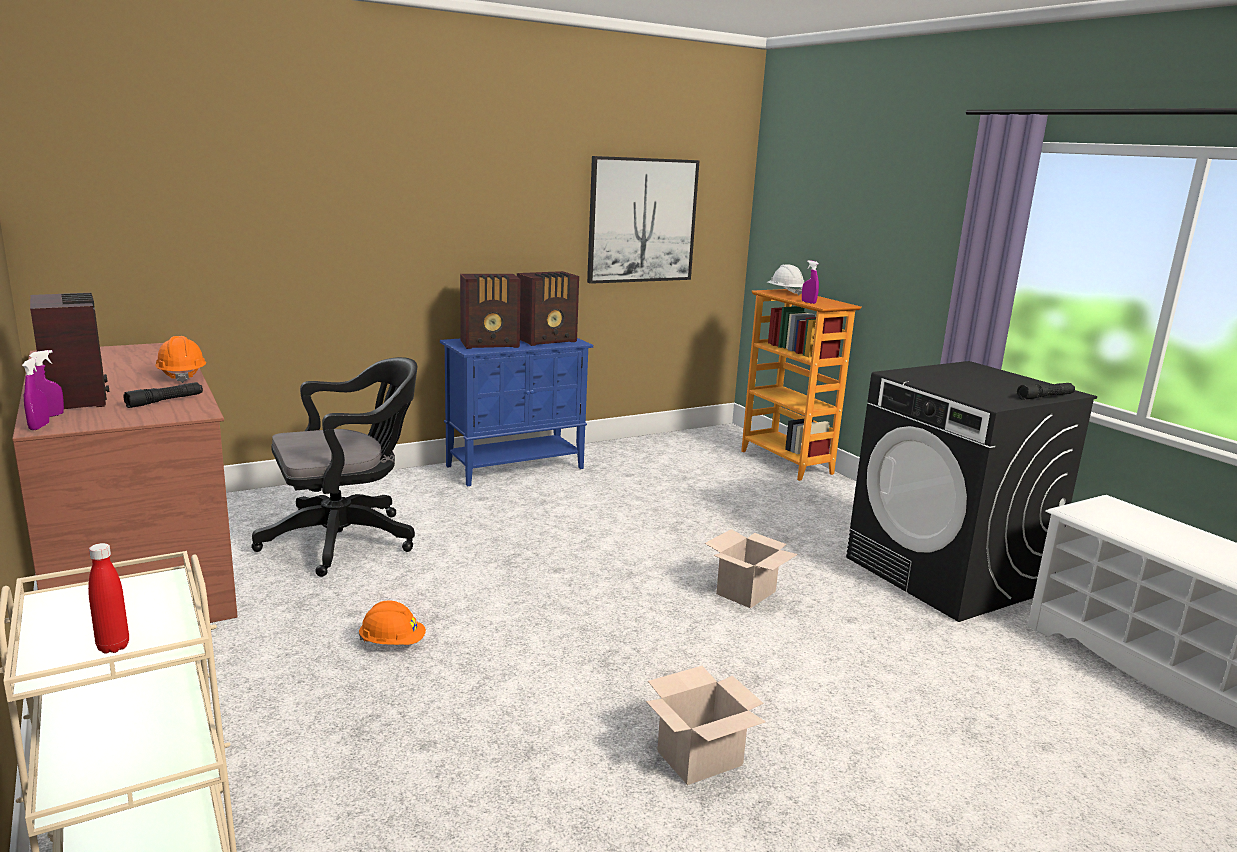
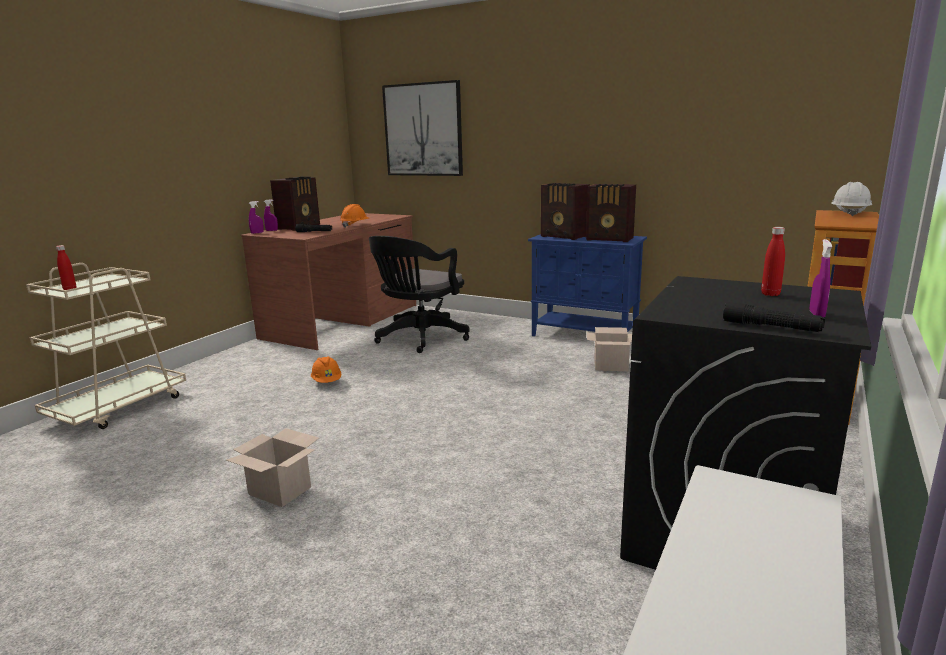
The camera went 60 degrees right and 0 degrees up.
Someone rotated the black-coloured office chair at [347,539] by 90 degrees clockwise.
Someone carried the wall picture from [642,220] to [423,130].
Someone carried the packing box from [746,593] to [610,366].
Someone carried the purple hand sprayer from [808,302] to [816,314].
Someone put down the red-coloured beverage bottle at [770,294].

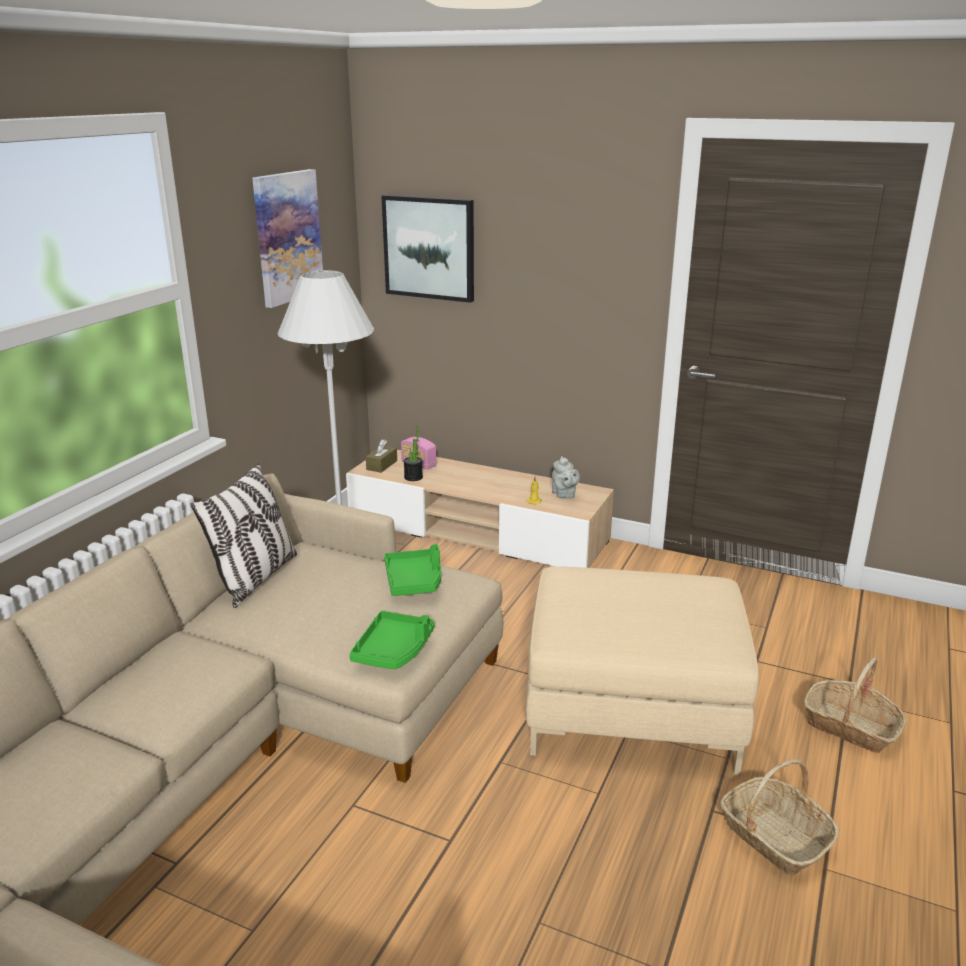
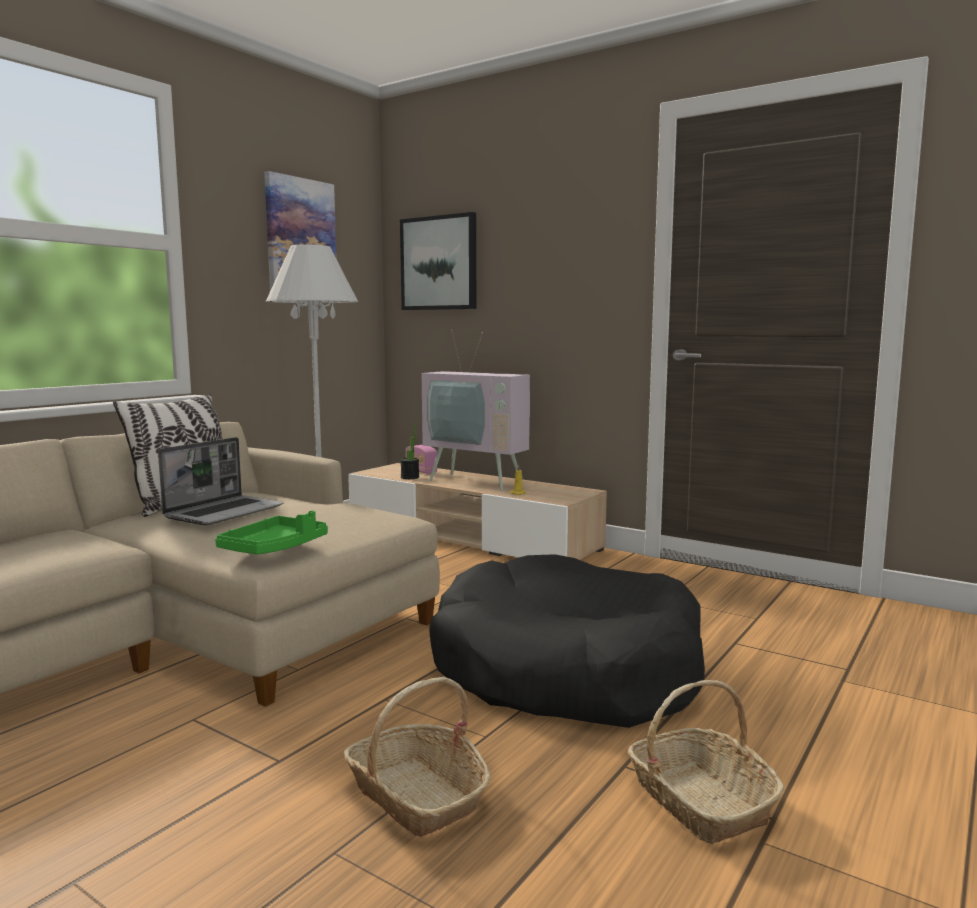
The camera went 10 degrees right and 15 degrees down.
Someone took away the brownish box of tissues at [382,465].
Someone took away the greenish tray at [414,581].
Someone swapped the beige footrest at [632,710] for the black-coloured dog bed at [565,670].
Someone took away the gray pot for tea at [564,495].
Someone carried the household basket from [850,726] to [417,795].
Someone put down the portable computer at [225,512].
Someone put down the TV set at [480,480].

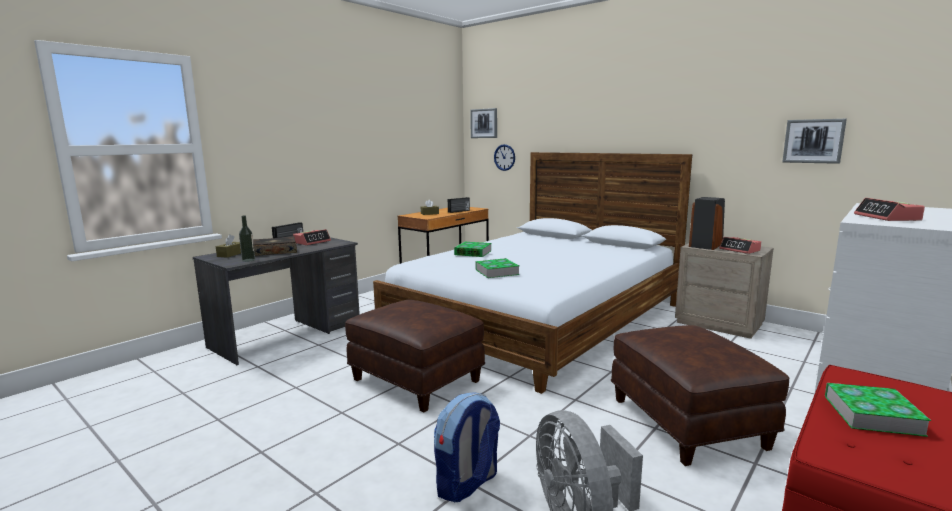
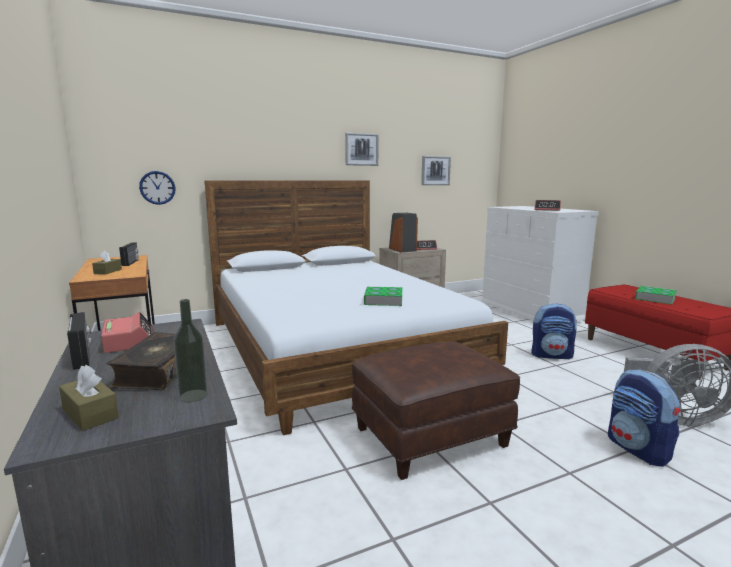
The camera went 65 degrees left and 0 degrees up.
Someone took away the book at [473,253].
Someone carried the wall picture from [484,123] to [361,149].
Someone swapped the brownish footrest at [689,423] for the backpack at [551,355].

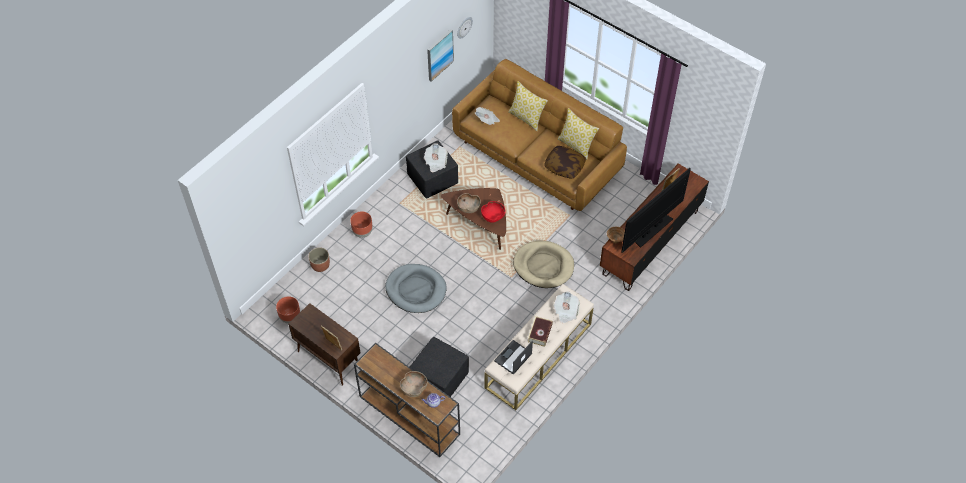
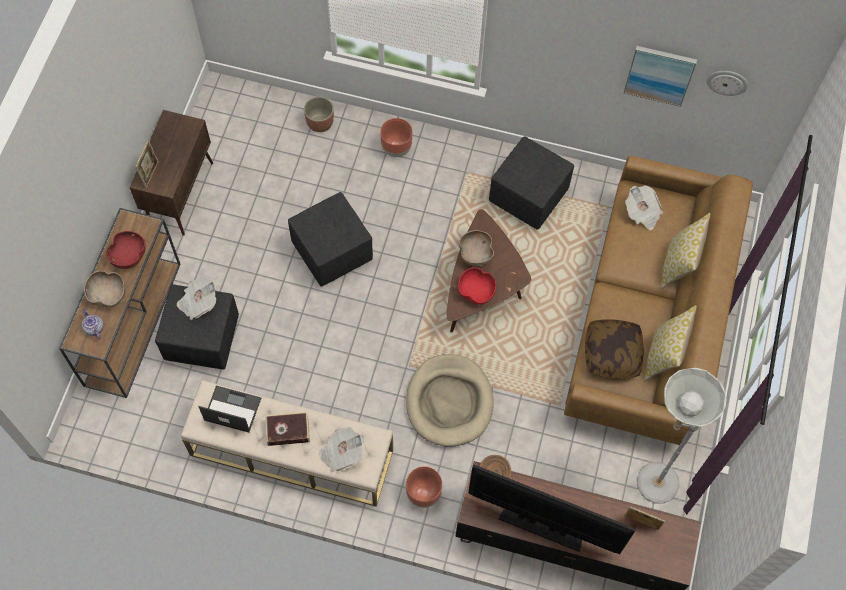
The camera went 65 degrees right and 10 degrees up.
Someone carried the brownish plant pot from [290,317] to [423,493].
Someone swapped the gray dog bed at [416,290] for the black-coloured footrest at [332,251].
Someone carried the daily paper from [435,162] to [198,303].
Someone put down the red-coloured bowl at [129,256].
Someone put down the gray floor lamp at [648,480].

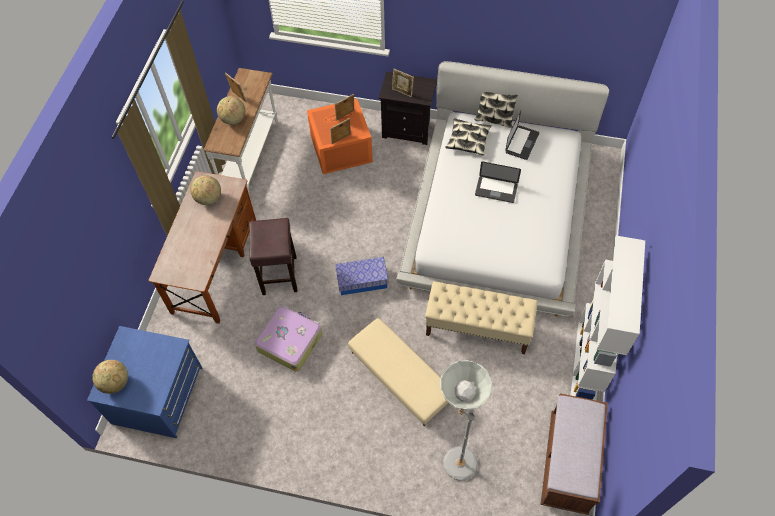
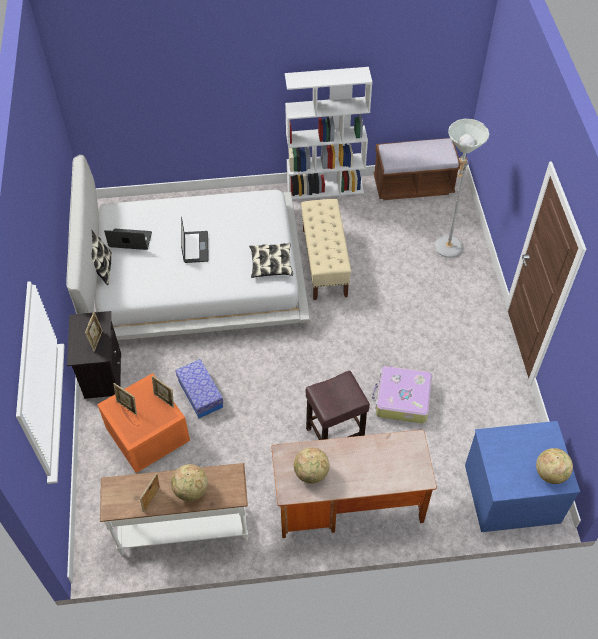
The camera went 110 degrees left and 5 degrees down.
Someone carried the storage box from [362,280] to [200,394].
Someone took away the beige footrest at [400,376].
Someone carried the pillow from [468,140] to [271,264].

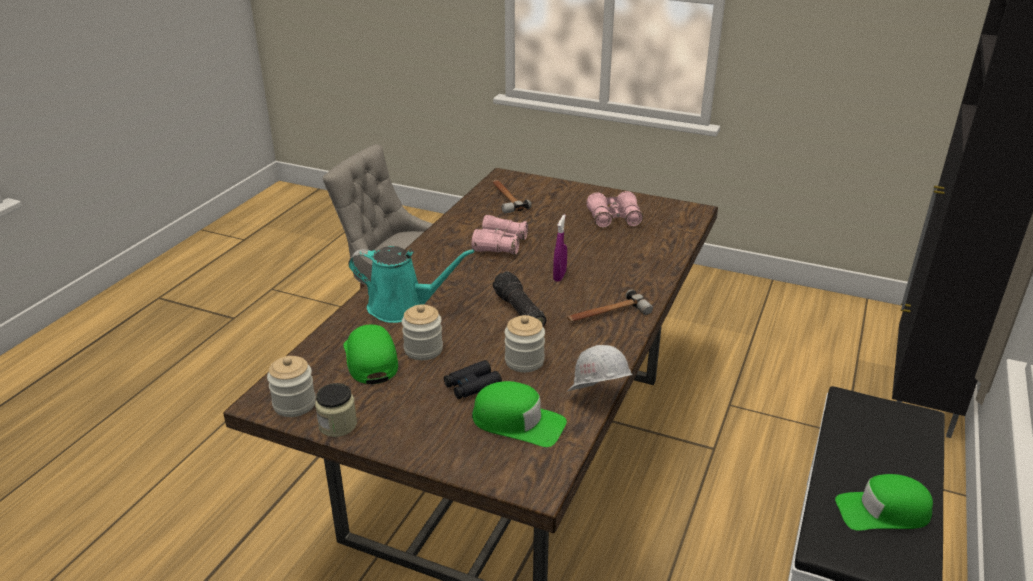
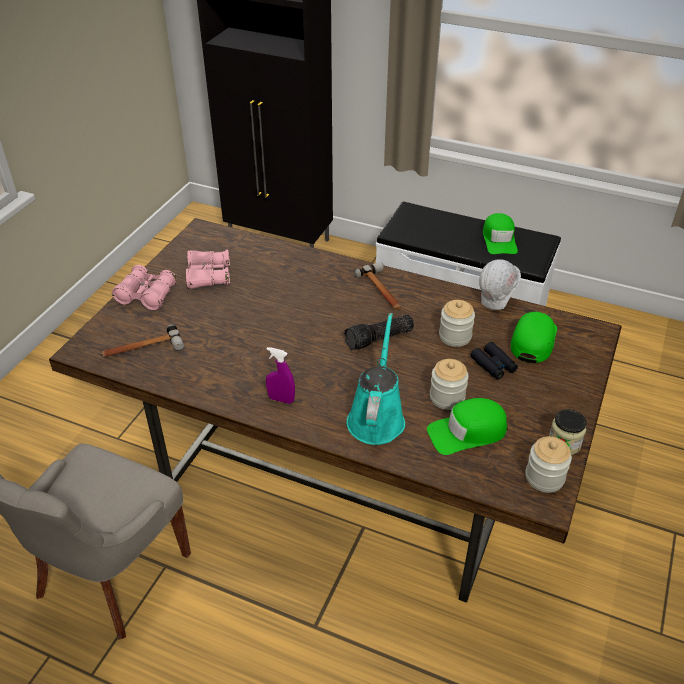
The camera went 90 degrees left and 10 degrees up.
Someone carried the pinkish binoculars from [500,245] to [147,295].
Someone carried the purple hand sprayer from [559,276] to [281,399].

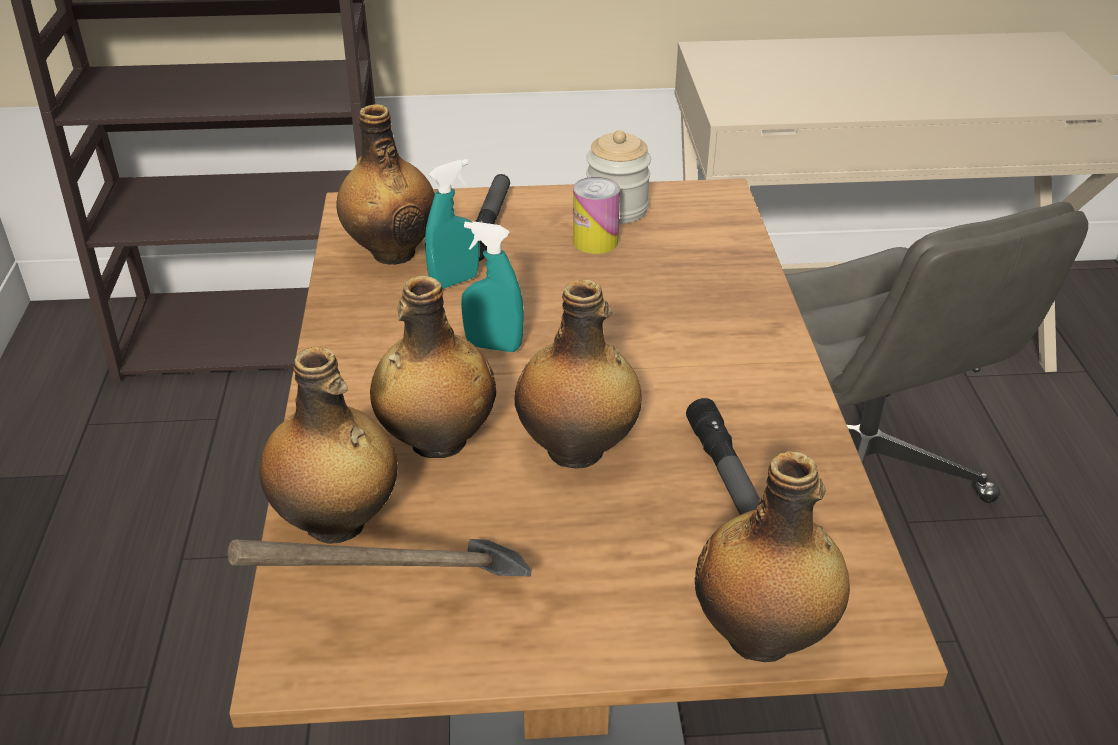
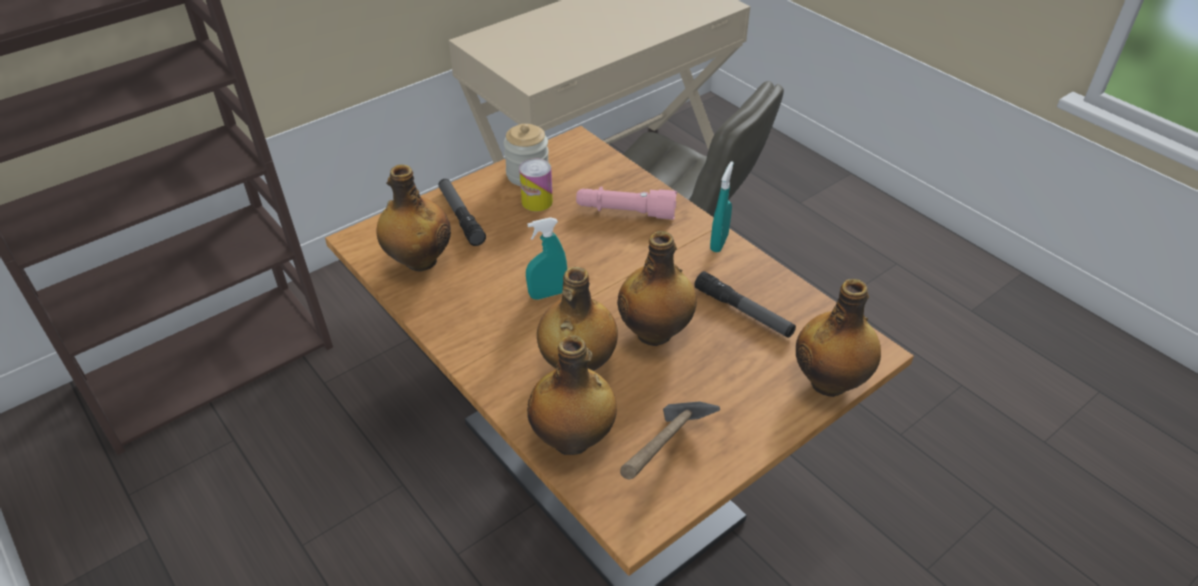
The camera went 35 degrees left and 5 degrees up.
Someone carried the blue-green hand sprayer from [454,281] to [719,243].
Someone put down the pinkish torch at [625,212].

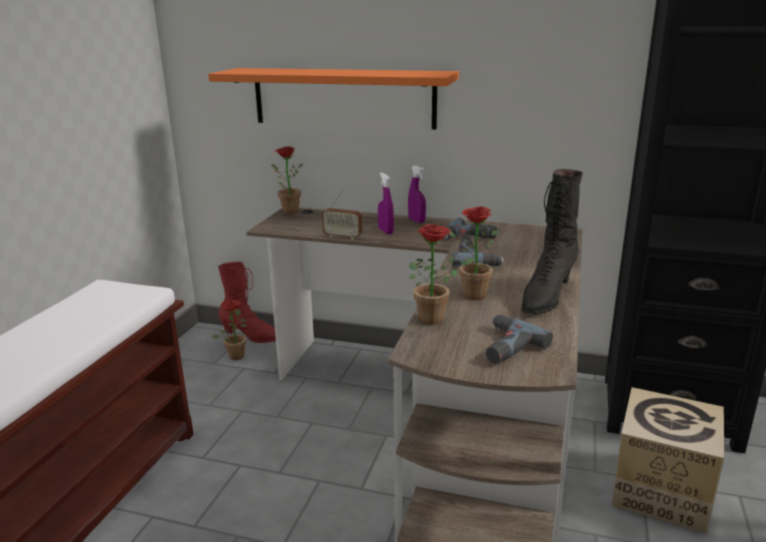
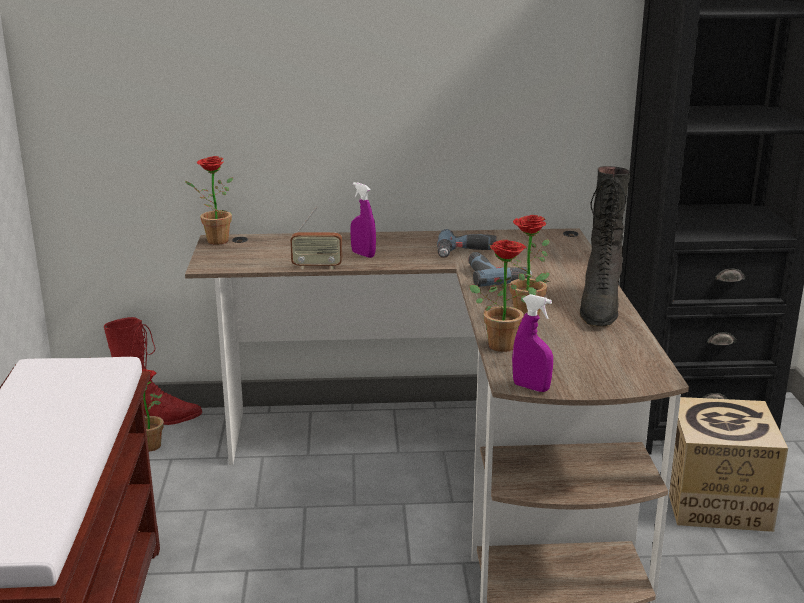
The camera went 20 degrees left and 0 degrees up.
Someone took away the orangey shelf at [343,97].
Someone carried the purple hand sprayer from [416,221] to [531,387].
Someone took away the drill at [503,346].

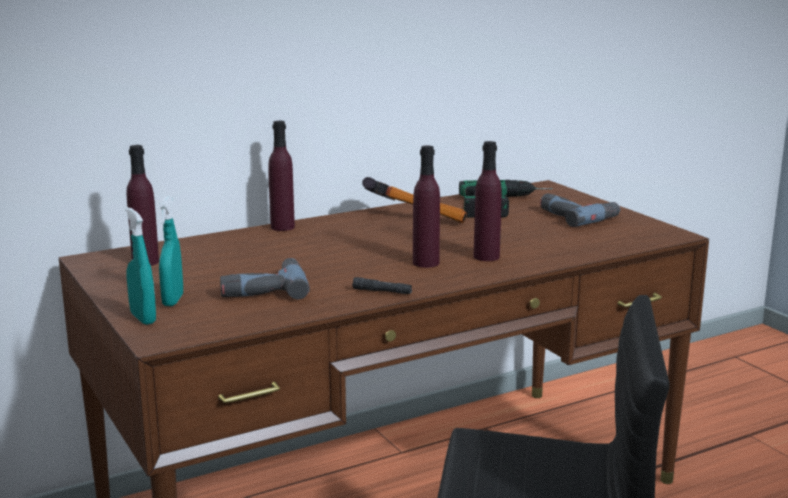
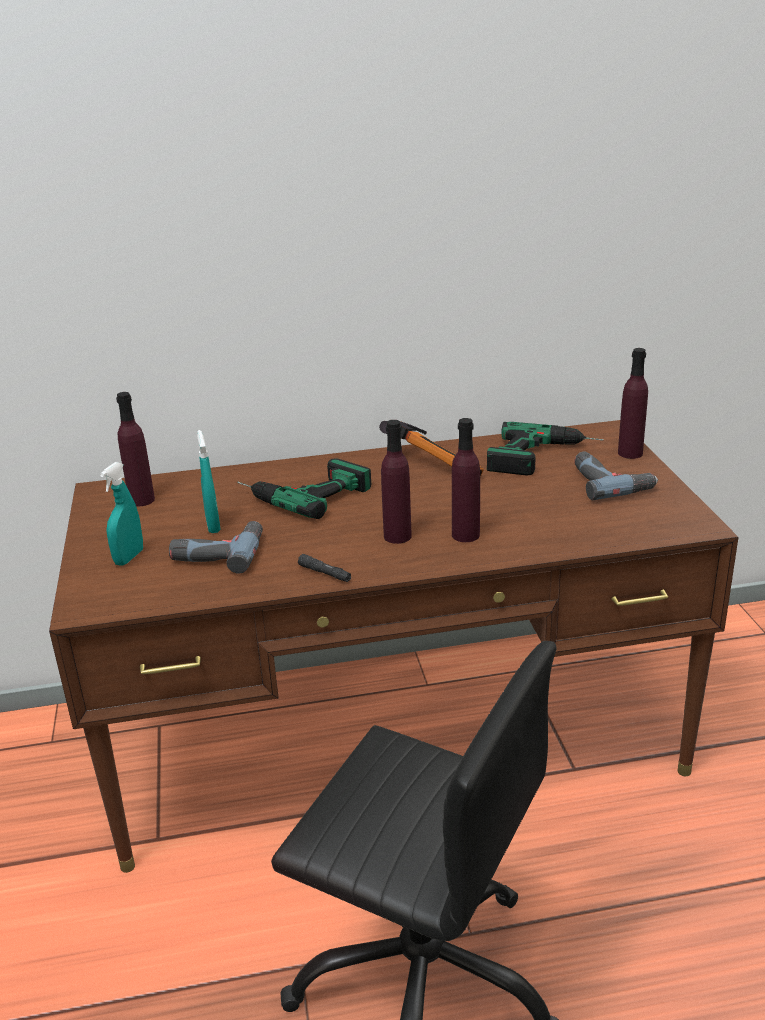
The camera went 20 degrees right and 10 degrees up.
Someone carried the blue-green hand sprayer from [143,318] to [213,525].
Someone carried the purple beverage bottle from [282,227] to [630,453].
Someone put down the drill at [302,492].

